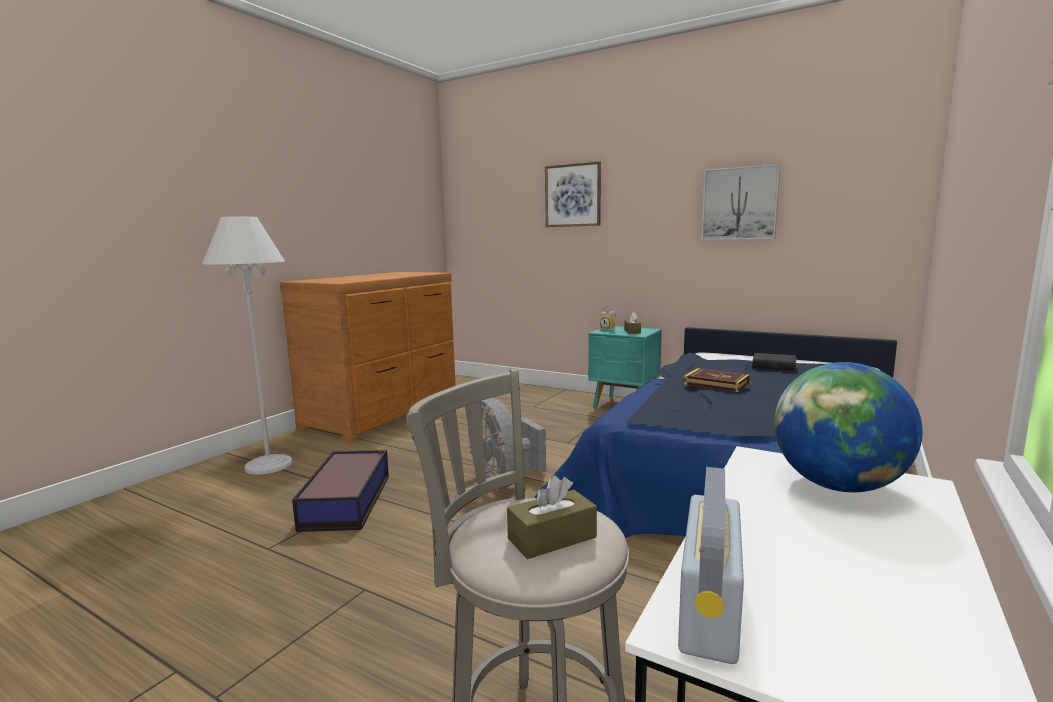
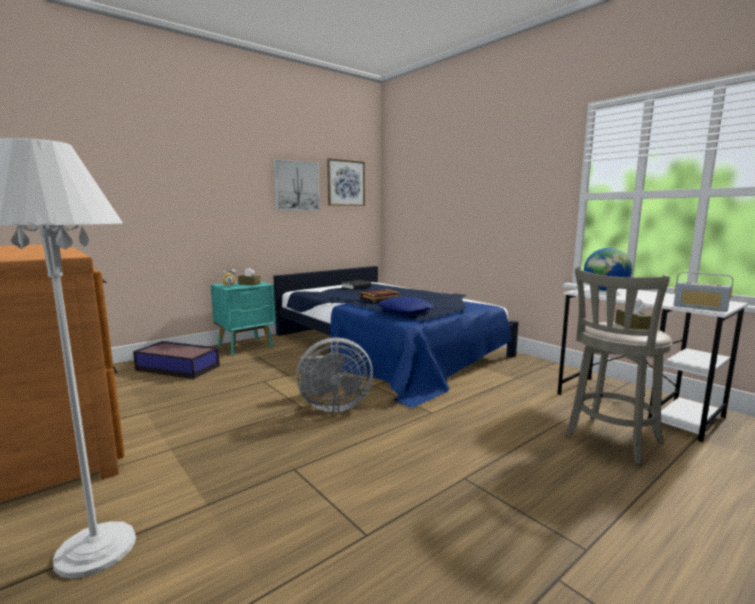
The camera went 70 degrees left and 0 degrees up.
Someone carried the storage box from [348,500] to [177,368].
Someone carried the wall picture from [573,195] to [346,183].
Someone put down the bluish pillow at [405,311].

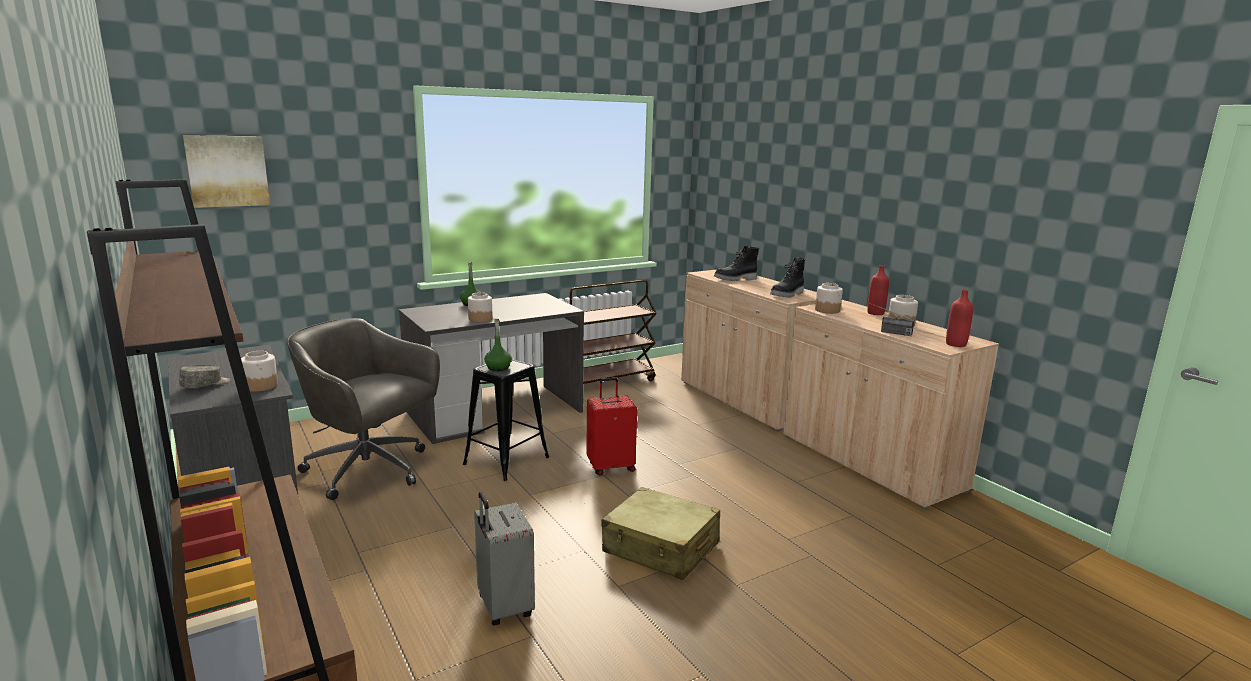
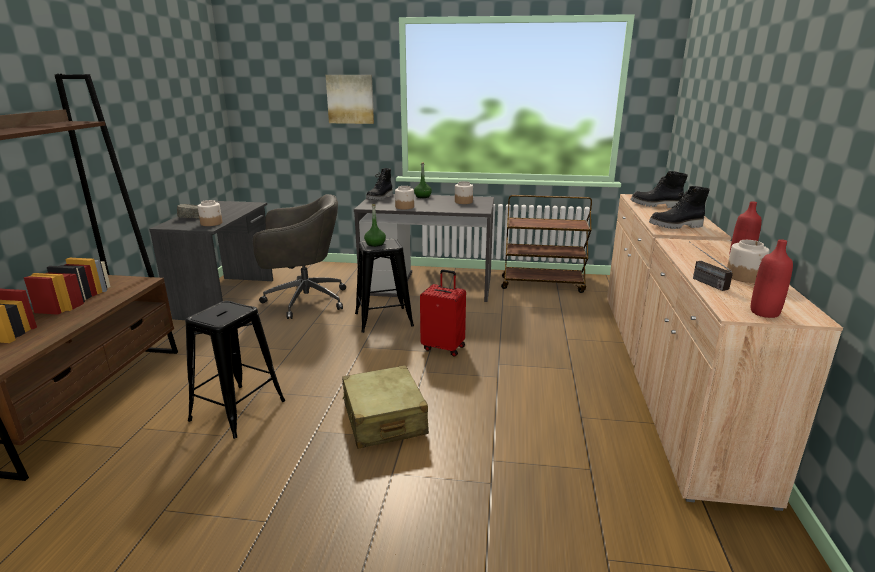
The camera went 40 degrees right and 5 degrees up.
Someone carried the wall picture from [227,171] to [350,99].
Someone rotated the gray office chair at [370,470] by 105 degrees clockwise.
Someone swapped the gray piece of luggage at [503,607] for the black-coloured sitting stool at [237,410].
Someone carried the preserve jar from [827,310] to [463,202].
Someone put down the black-coloured boot at [380,198].

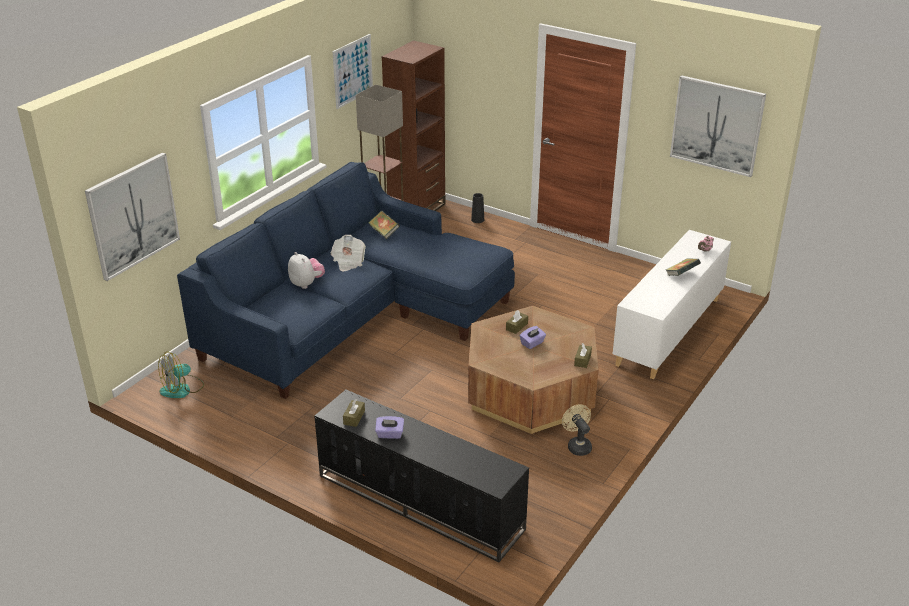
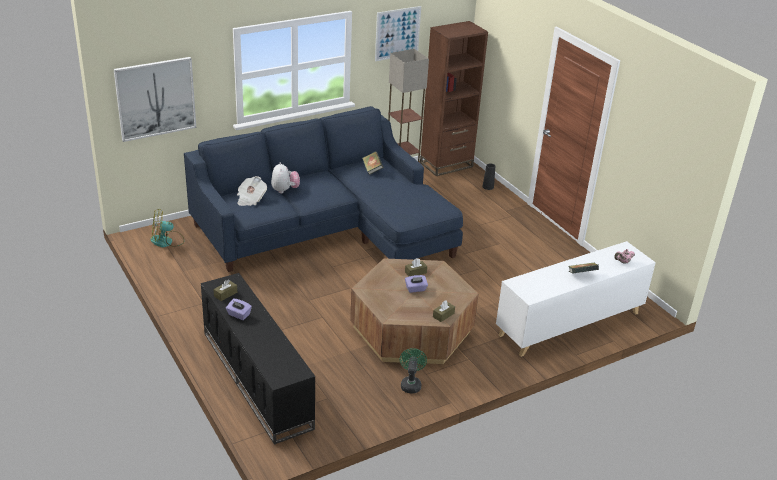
The camera went 25 degrees right and 0 degrees up.
Someone carried the daily paper from [348,262] to [250,199].
Someone repainted the beige electric fan at [577,445], which became the greenish electric fan at [411,384].
Someone took away the wall picture at [716,125].

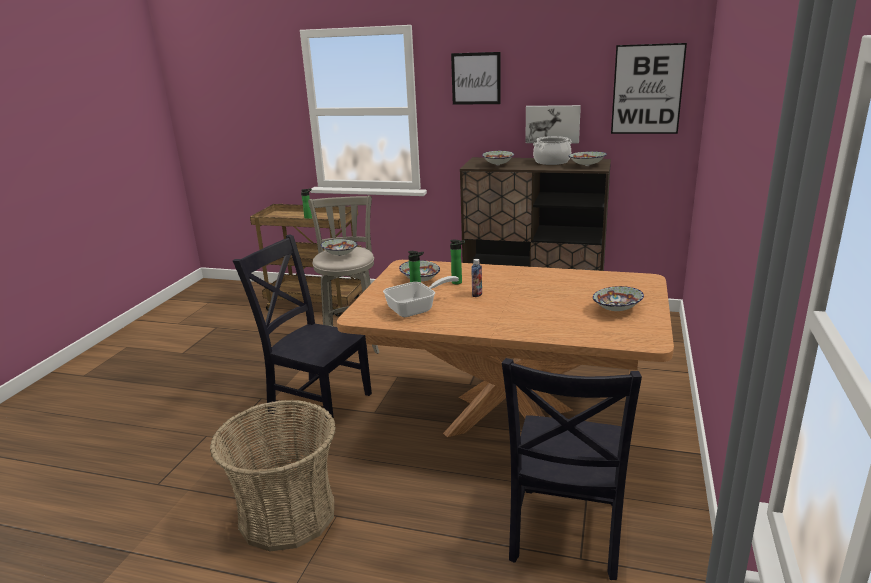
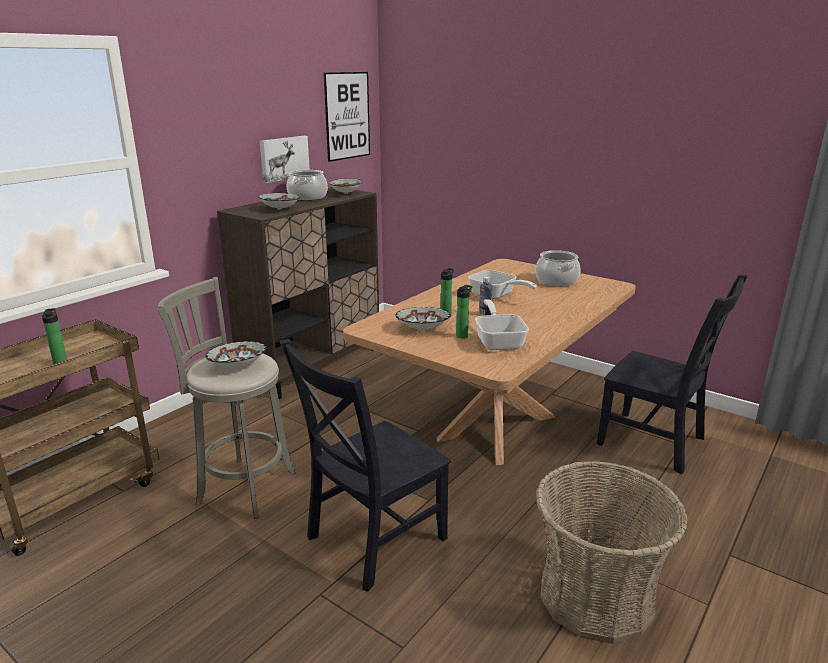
The camera went 70 degrees left and 0 degrees up.
Someone took away the wall picture at [476,78].
Someone swapped the bowl at [617,310] for the stockpot at [557,281].
Someone put down the skillet at [496,296].

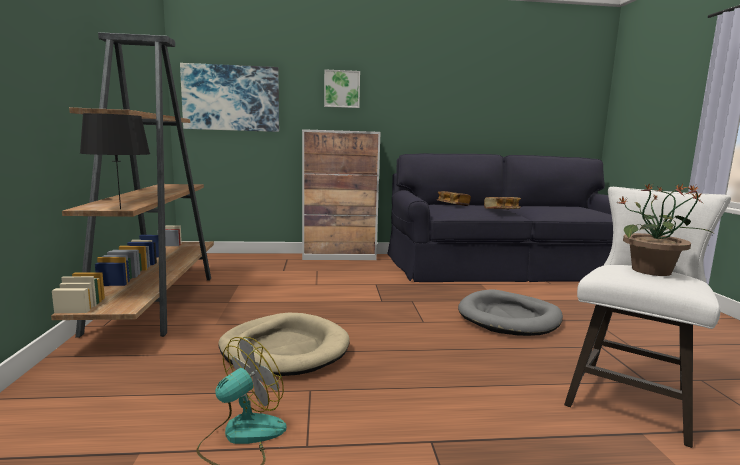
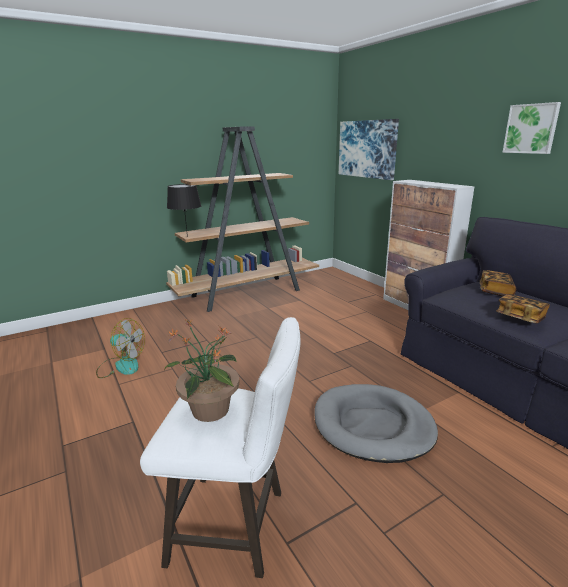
The camera went 65 degrees right and 10 degrees up.
Someone took away the beige dog bed at [285,349].
Someone carried the wall picture from [341,89] to [531,128].

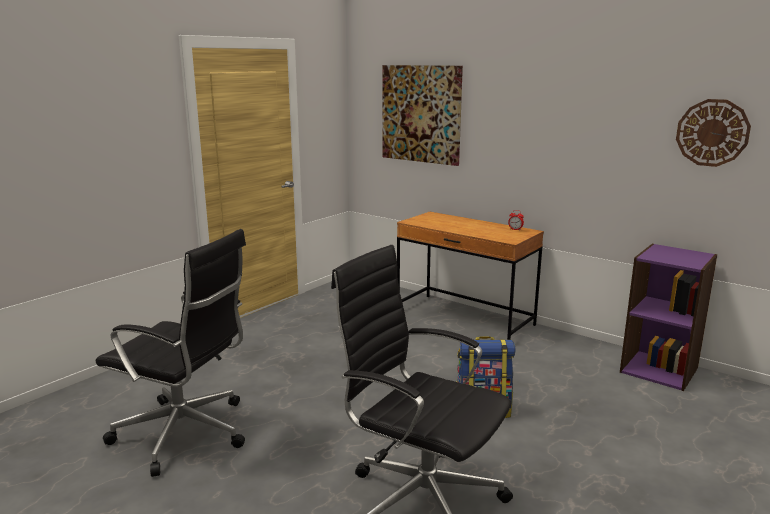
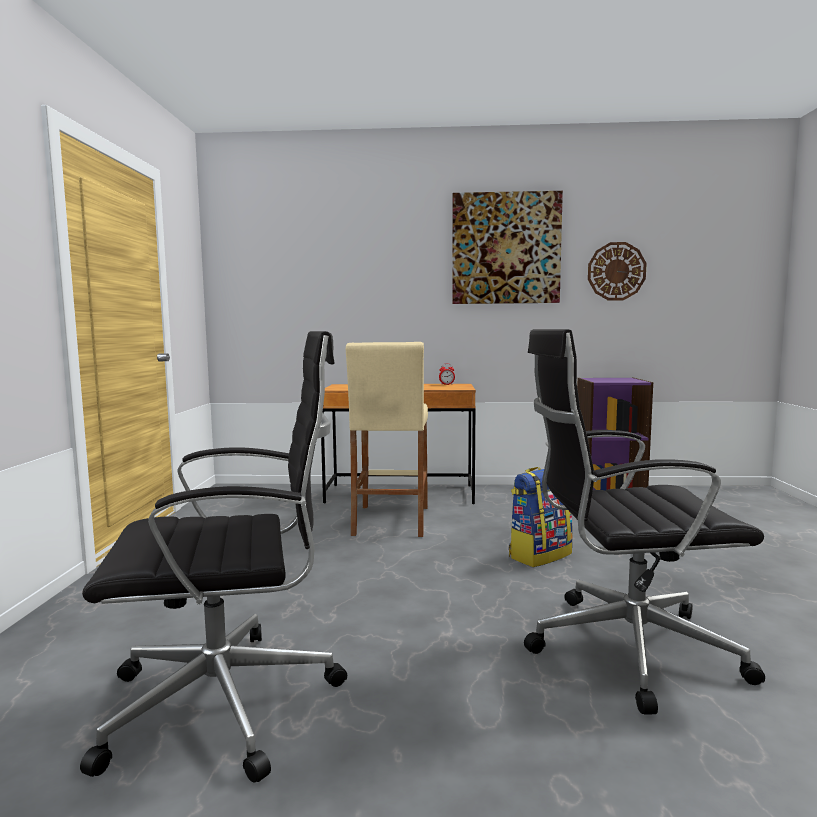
The camera went 35 degrees left and 10 degrees down.
Someone carried the wall picture from [421,114] to [506,248].
Someone put down the beige sitting stool at [391,521].

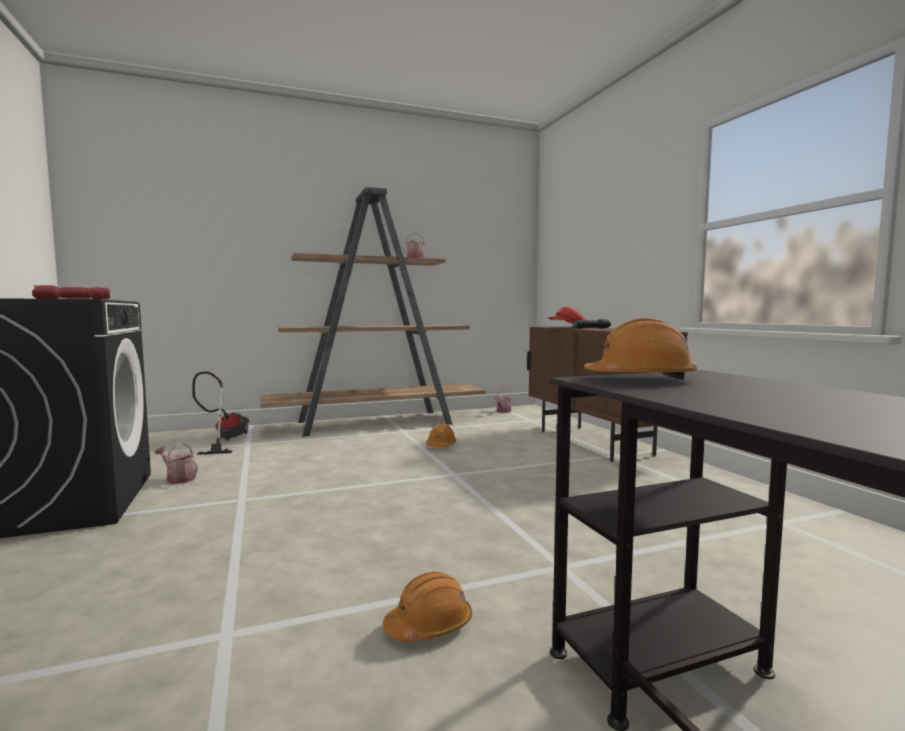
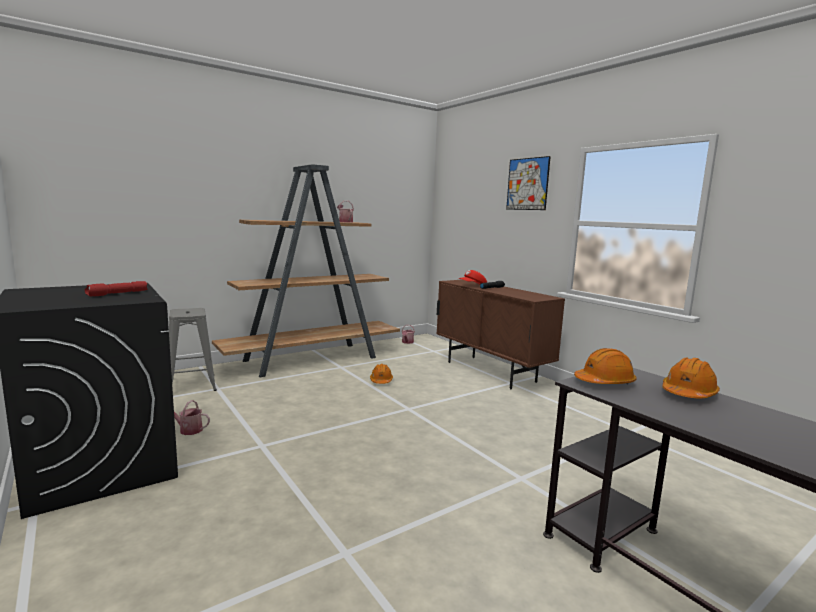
The camera went 15 degrees left and 5 degrees up.
Someone swapped the vacuum cleaner at [224,440] for the gray sitting stool at [191,385].
Someone carried the orangey safety helmet from [429,625] to [688,393].
Someone put up the wall picture at [527,184].

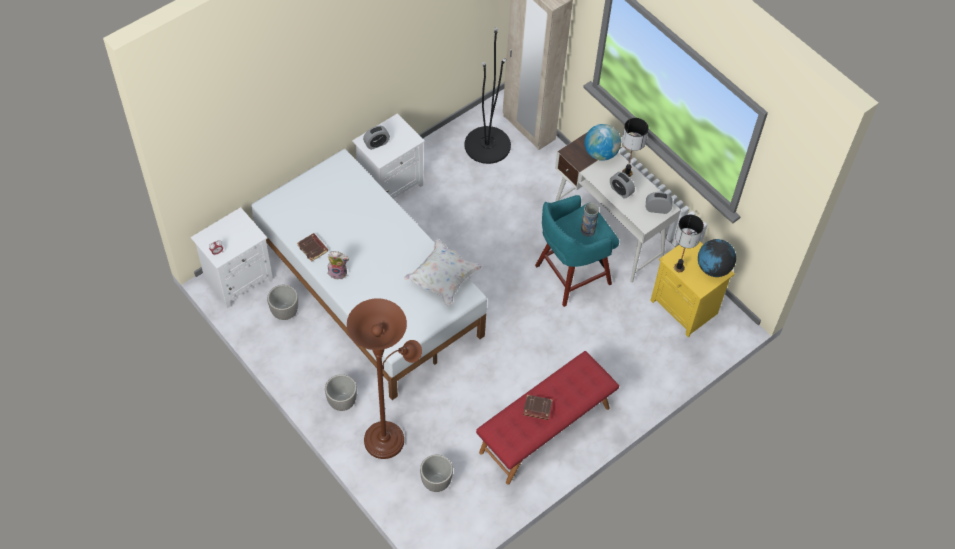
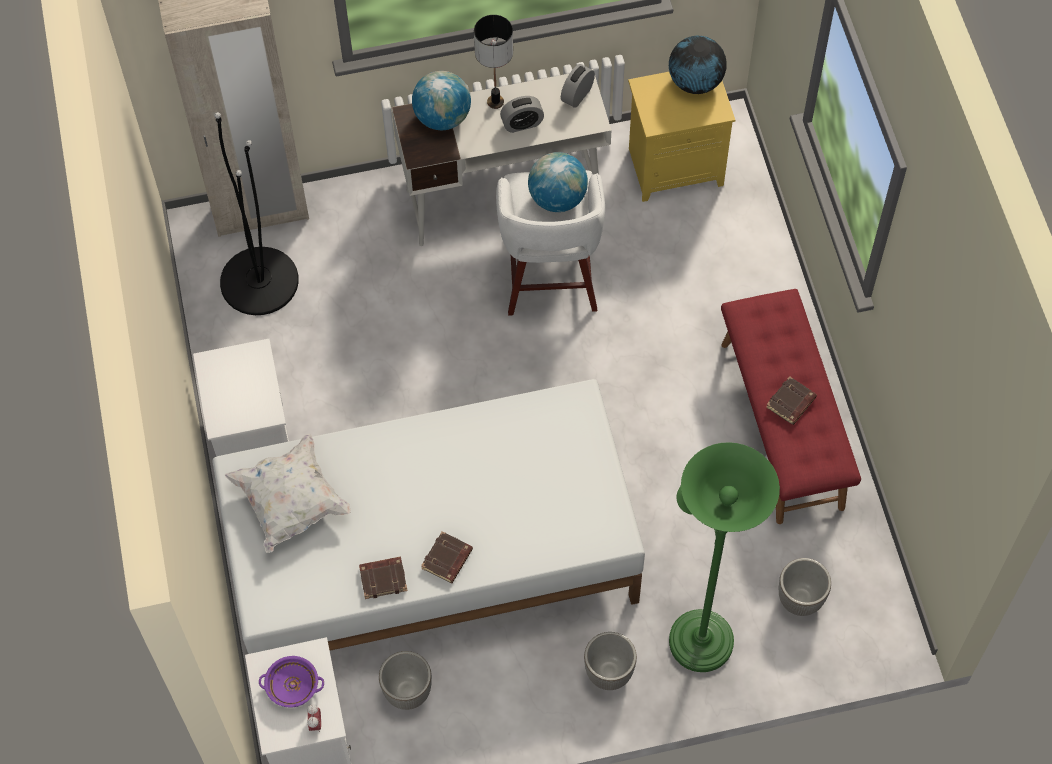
The camera went 60 degrees left and 5 degrees up.
Someone swapped the cuddly toy at [338,272] for the brownish book at [447,560].
Someone repainted the brownish floor lamp at [388,437], which became the greenish floor lamp at [697,633].
Someone took away the table clock at [376,143].
Someone carried the white pillow from [443,279] to [291,502].
Someone repainted the blue-green sitting stool at [570,275], which became the white sitting stool at [550,278].
Someone swapped the flower vase at [587,230] for the desk globe at [557,198].
Someone took away the tabletop lamp at [679,267].
Someone put down the purple bowl at [292,687].

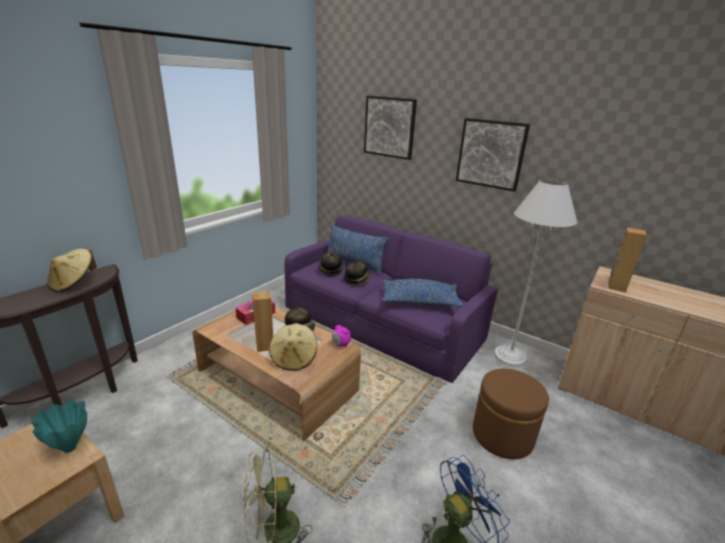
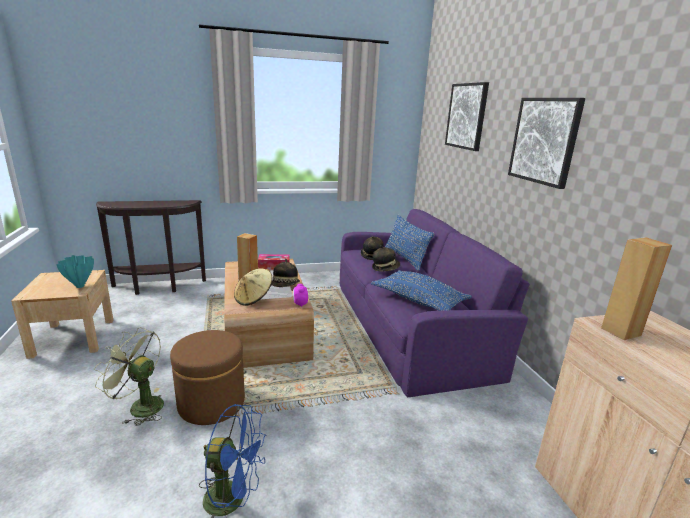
The camera went 40 degrees right and 5 degrees down.
Someone took away the beige wearable hat at [74,283].
Someone carried the brownish footrest from [502,435] to [211,403].
Someone took away the white floor lamp at [510,356].

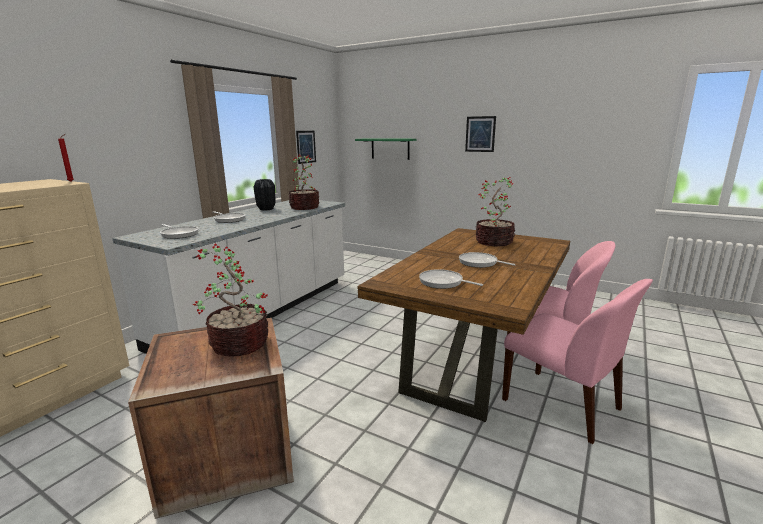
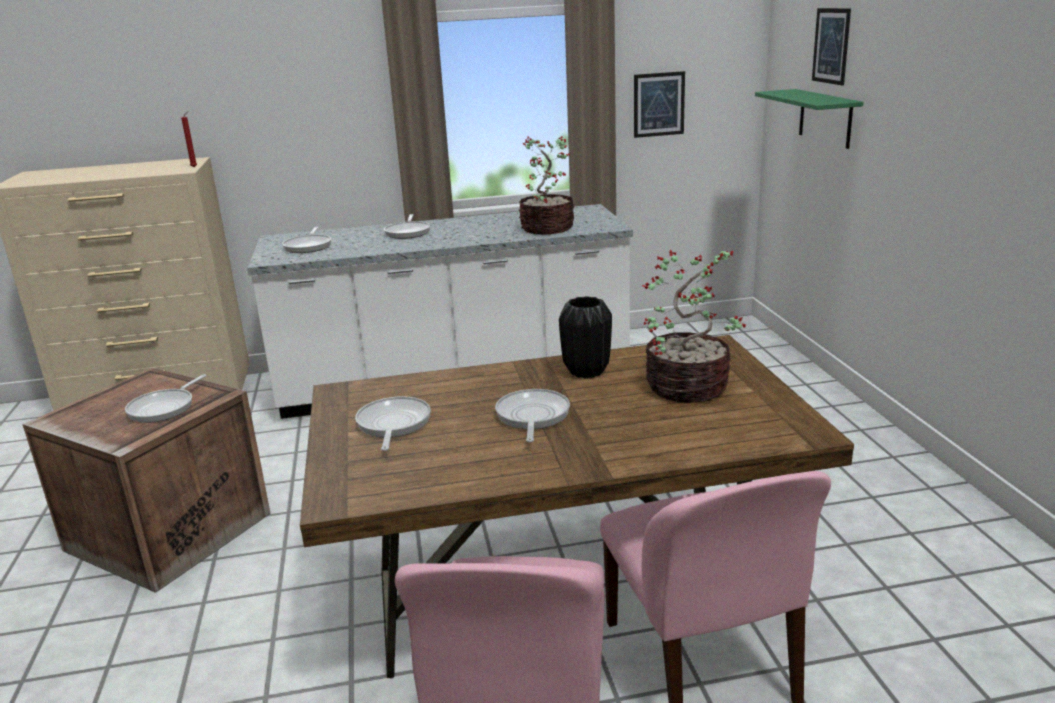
The camera went 50 degrees right and 5 degrees up.
Someone swapped the plant in a pot at [238,343] for the skillet at [164,408].
Someone carried the black-coloured flower vase from [266,209] to [587,372].
Someone carried the wall picture from [480,134] to [831,46].

